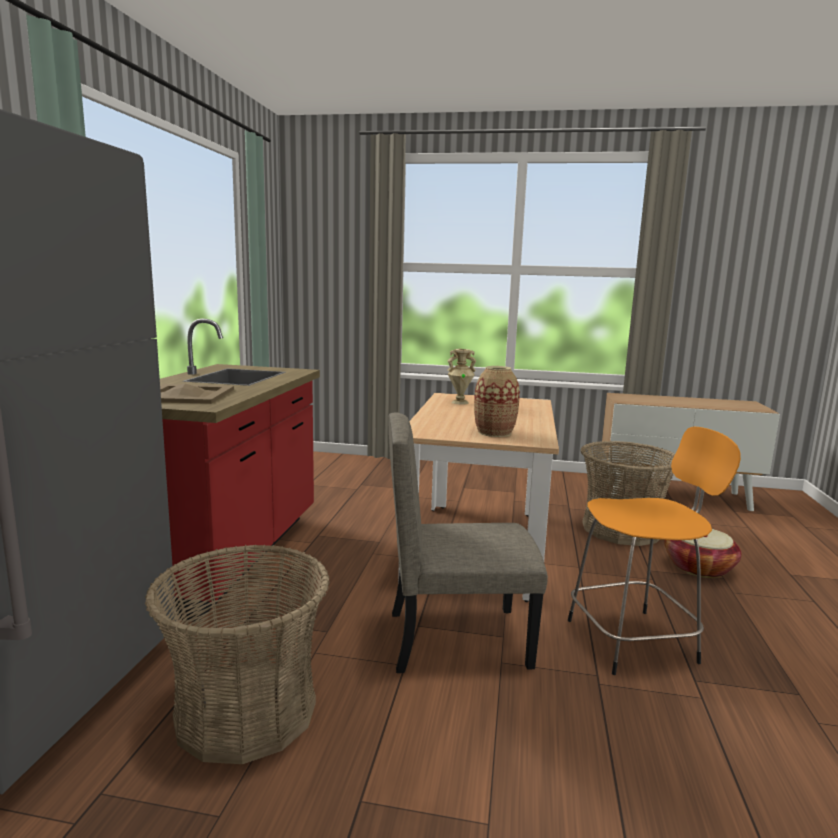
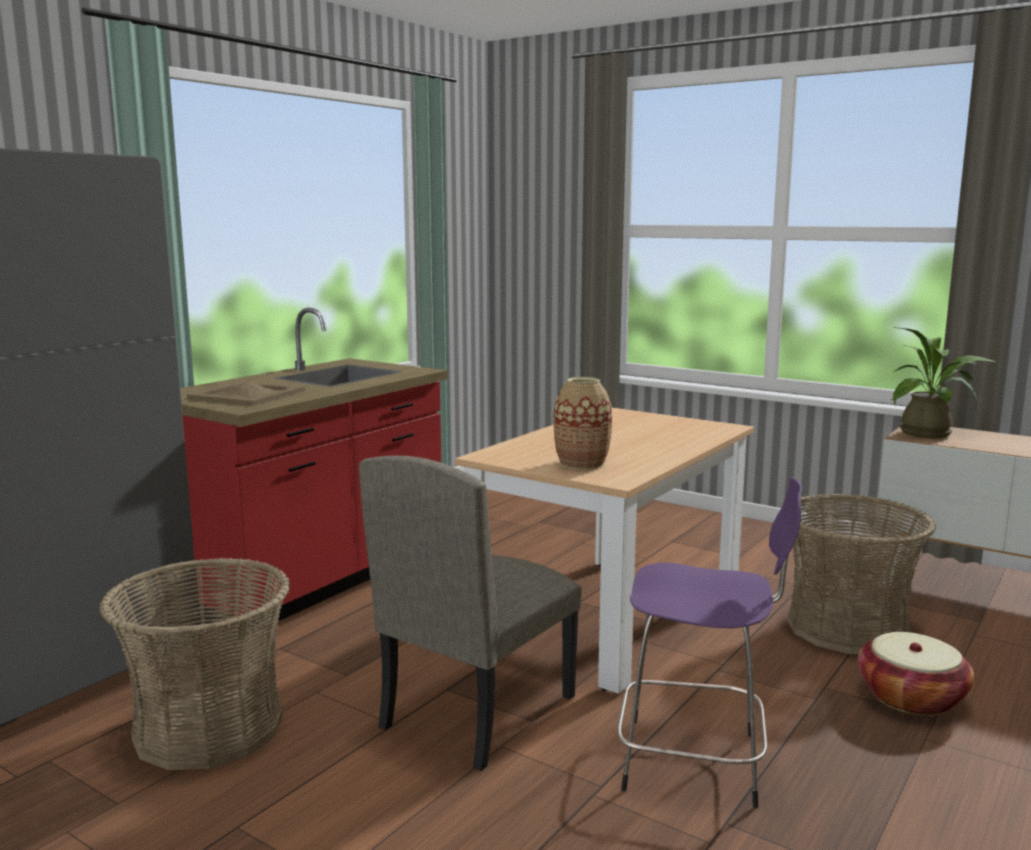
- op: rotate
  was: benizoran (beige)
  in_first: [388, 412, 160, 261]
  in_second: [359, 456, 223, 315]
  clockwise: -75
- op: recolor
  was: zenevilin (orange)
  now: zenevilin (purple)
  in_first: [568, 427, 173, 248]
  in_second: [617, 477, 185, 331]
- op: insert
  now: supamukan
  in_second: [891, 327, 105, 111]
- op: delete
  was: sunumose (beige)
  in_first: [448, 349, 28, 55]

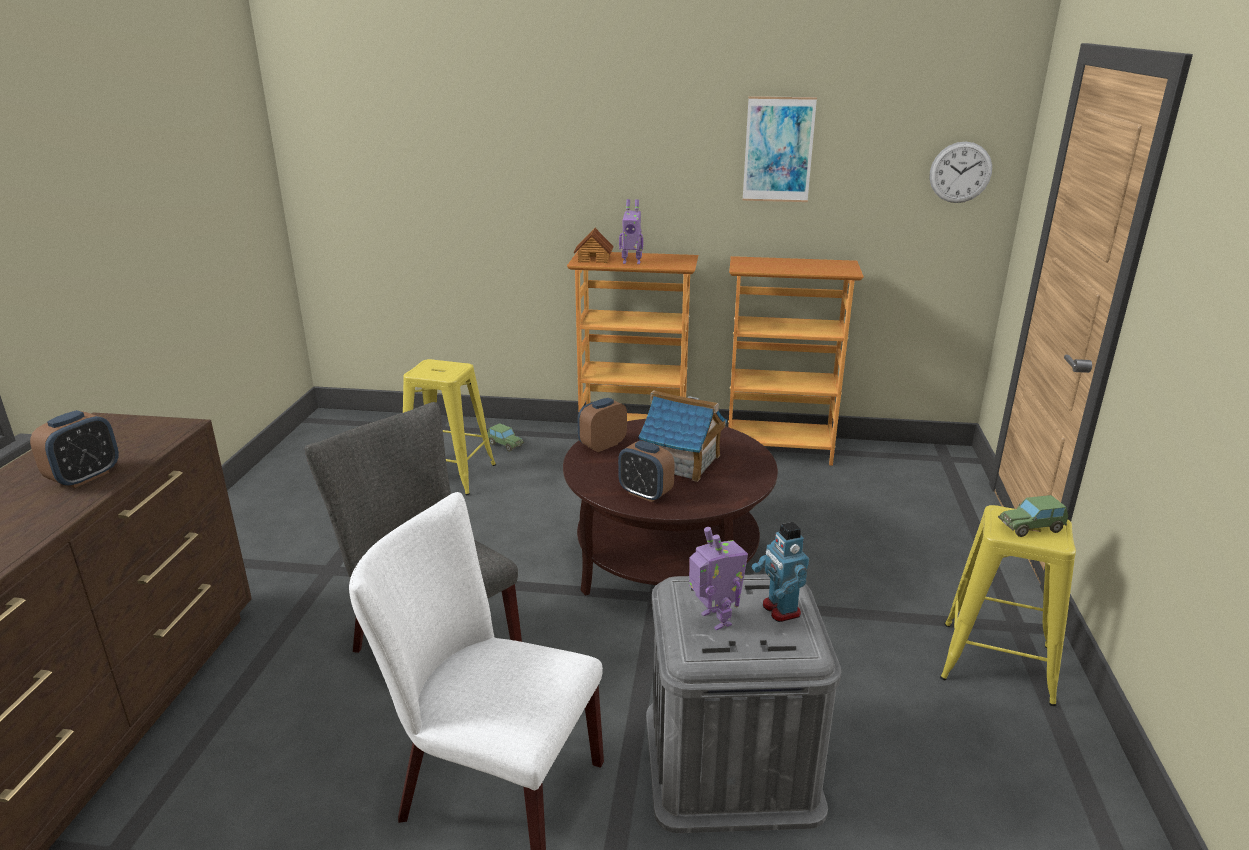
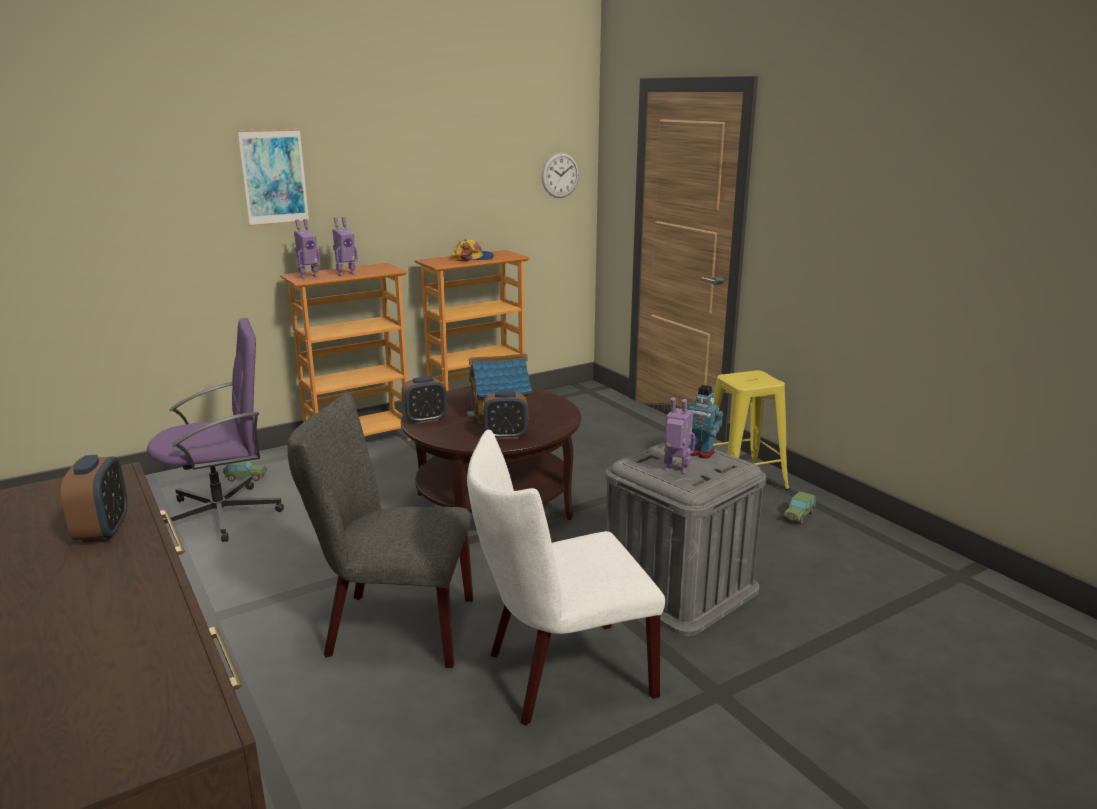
- op: replace
  was: zenevilin (yellow)
  now: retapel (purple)
  in_first: [403, 359, 93, 136]
  in_second: [147, 318, 137, 224]
- op: move
  was: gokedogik
  in_first: [743, 96, 74, 106]
  in_second: [238, 129, 71, 98]
- op: replace
  was: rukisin
  now: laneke
  in_first: [573, 228, 41, 35]
  in_second: [294, 219, 26, 60]
- op: rotate
  was: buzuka
  in_first: [578, 398, 49, 54]
  in_second: [401, 376, 46, 48]
  clockwise: -120
- op: insert
  now: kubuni
  in_second: [451, 239, 43, 22]
- op: move
  was: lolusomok
  in_first: [998, 495, 70, 42]
  in_second: [783, 491, 33, 34]

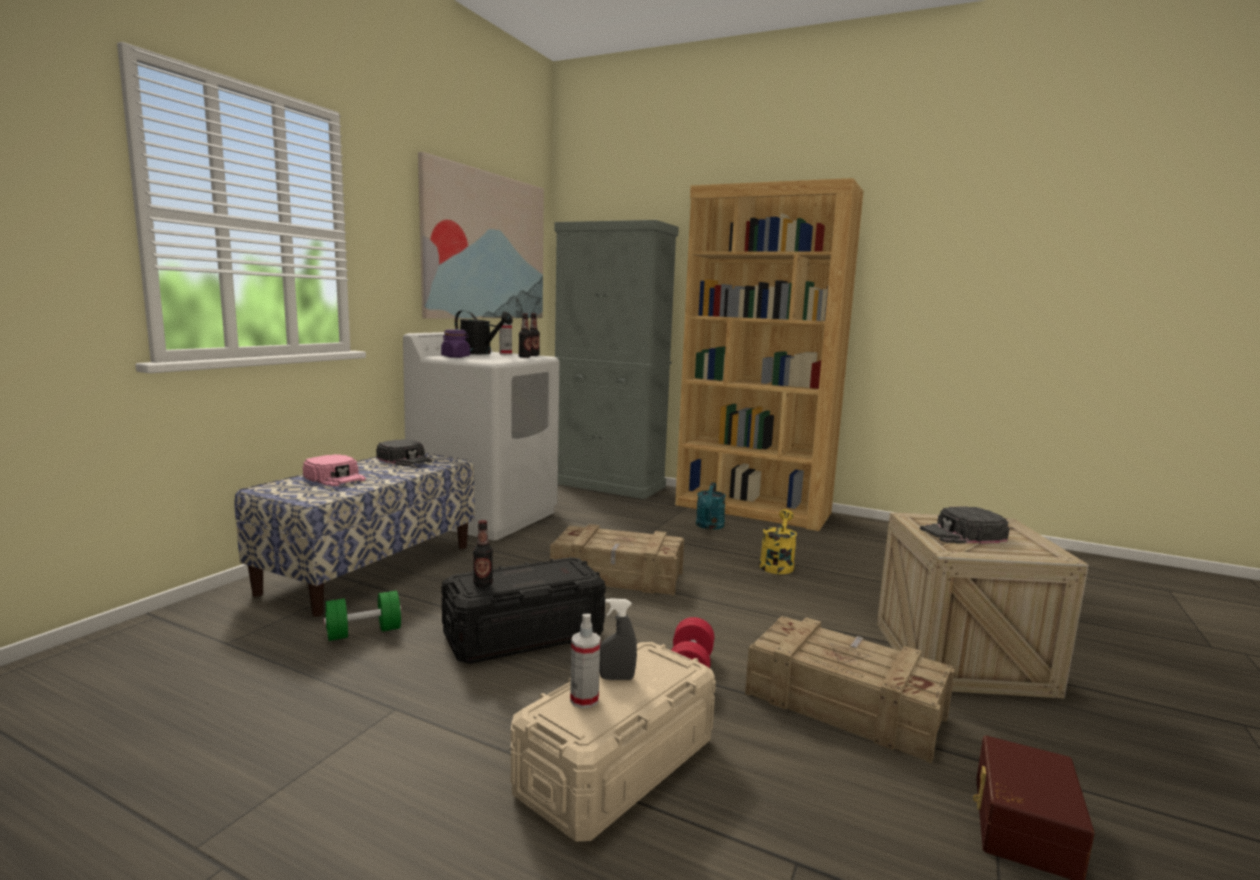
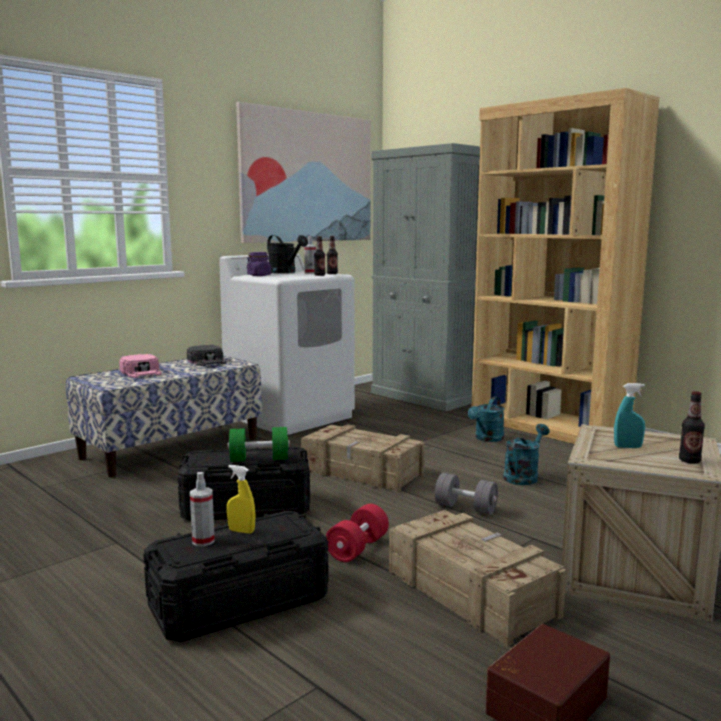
- op: recolor
  was: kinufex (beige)
  now: kinufex (black)
  in_first: [511, 642, 205, 200]
  in_second: [143, 511, 186, 131]
- op: recolor
  was: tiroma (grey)
  now: tiroma (yellow)
  in_first: [600, 598, 37, 82]
  in_second: [227, 465, 28, 69]
- op: move
  was: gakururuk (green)
  in_first: [324, 591, 78, 50]
  in_second: [228, 427, 62, 35]
- op: insert
  now: gakururuk (grey)
  in_second: [435, 473, 63, 42]
- op: recolor
  was: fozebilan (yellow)
  now: fozebilan (turquoise)
  in_first: [759, 509, 38, 65]
  in_second: [503, 424, 47, 61]
- op: replace
  was: kubuni (black)
  now: tiroma (turquoise)
  in_first: [920, 506, 89, 38]
  in_second: [614, 383, 31, 65]
- op: move
  was: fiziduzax
  in_first: [473, 520, 20, 67]
  in_second: [679, 391, 26, 73]

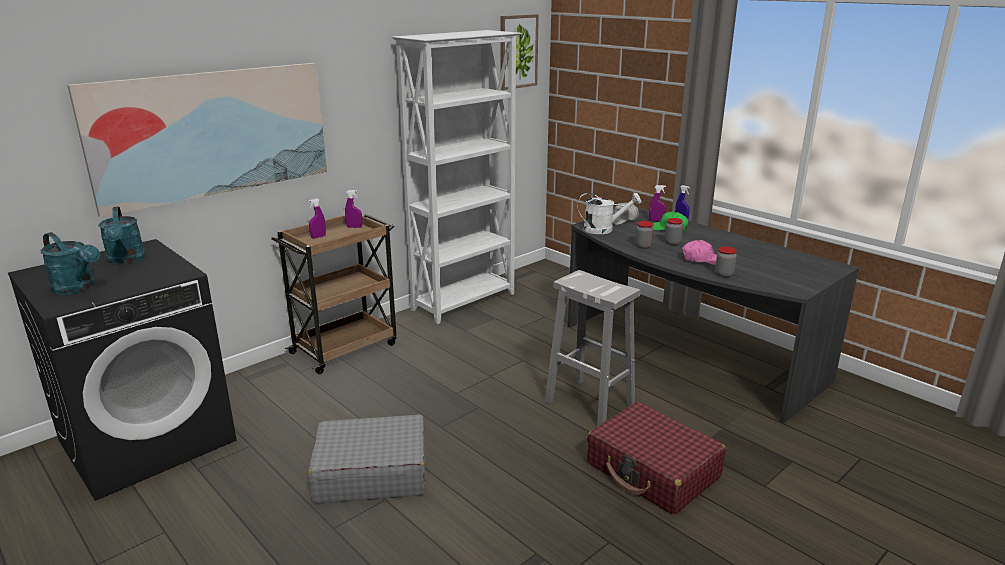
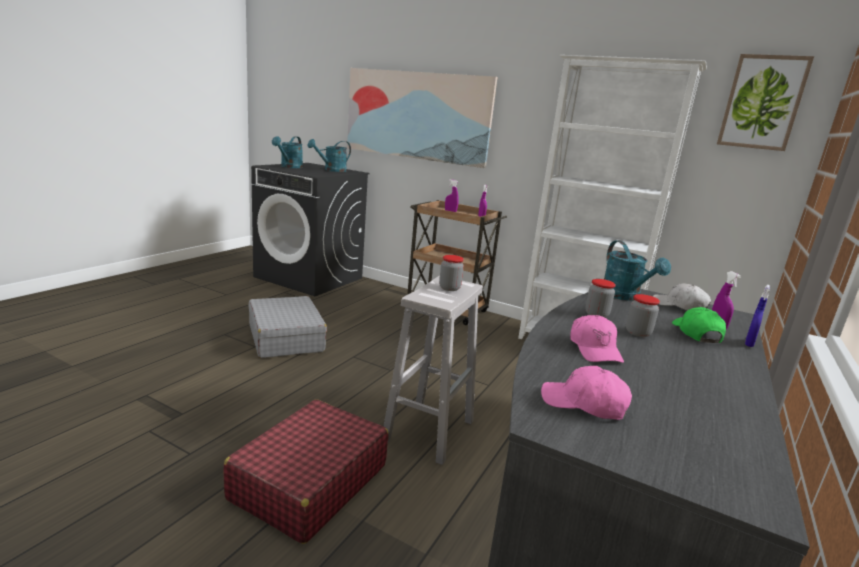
- op: move
  was: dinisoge
  in_first: [715, 247, 22, 30]
  in_second: [439, 255, 25, 36]
- op: insert
  now: kubuni (pink)
  in_second: [541, 366, 91, 54]
- op: recolor
  was: fozebilan (white)
  now: fozebilan (turquoise)
  in_first: [577, 193, 64, 41]
  in_second: [604, 241, 67, 60]

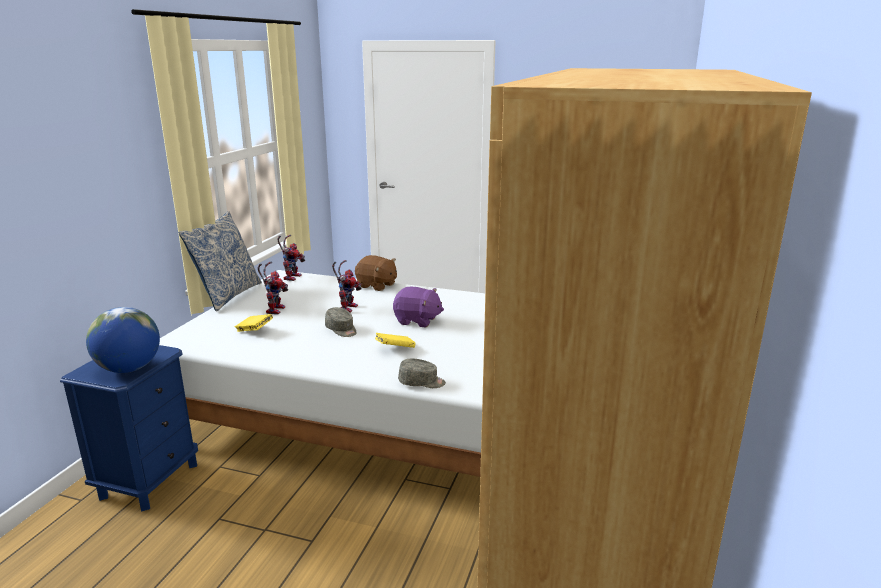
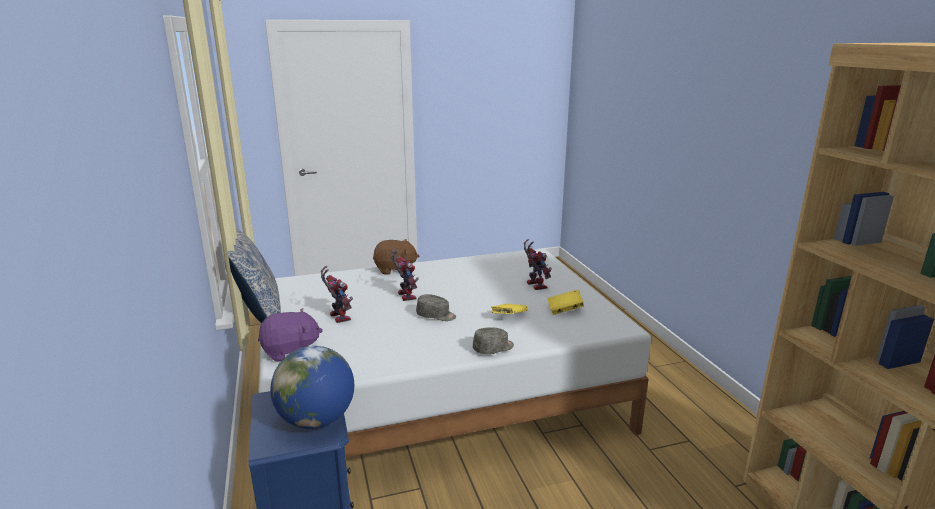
- op: move
  was: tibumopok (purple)
  in_first: [393, 287, 51, 40]
  in_second: [258, 308, 65, 54]
- op: move
  was: kubuni (grey)
  in_first: [398, 359, 48, 29]
  in_second: [473, 327, 41, 28]
- op: move
  was: laneke
  in_first: [277, 235, 28, 46]
  in_second: [524, 239, 28, 51]
- op: move
  was: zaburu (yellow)
  in_first: [235, 314, 38, 18]
  in_second: [547, 289, 37, 26]

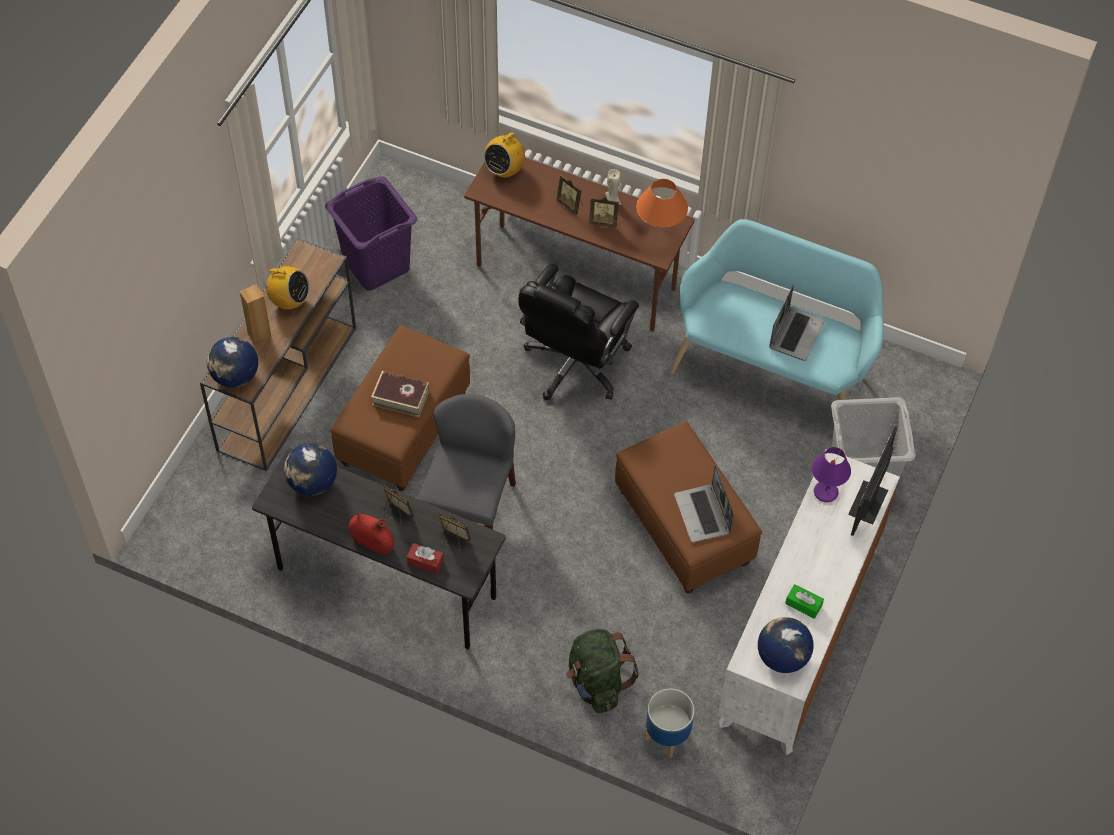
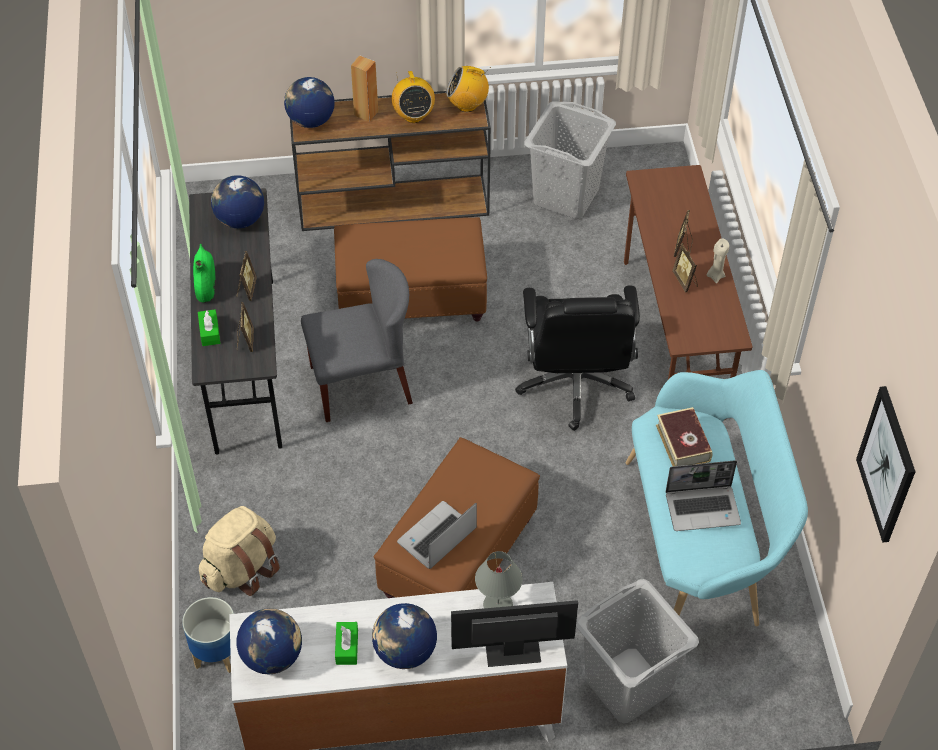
- op: recolor
  was: sunumose (red)
  now: sunumose (green)
  in_first: [349, 512, 45, 42]
  in_second: [193, 244, 22, 59]
- op: recolor
  was: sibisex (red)
  now: sibisex (green)
  in_first: [407, 543, 37, 31]
  in_second: [198, 309, 22, 37]
- op: recolor
  was: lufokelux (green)
  now: lufokelux (beige)
  in_first: [566, 629, 74, 84]
  in_second: [199, 506, 81, 90]
- op: insert
  now: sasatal
  in_second: [372, 603, 65, 66]
- op: move
  was: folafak
  in_first: [484, 129, 41, 49]
  in_second: [446, 66, 45, 46]
- op: recolor
  was: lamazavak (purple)
  now: lamazavak (grey)
  in_first: [812, 447, 39, 55]
  in_second: [475, 551, 48, 57]
- op: rotate
  was: retapel (black)
  in_first: [519, 264, 120, 136]
  in_second: [515, 285, 125, 146]
  clockwise: -90
- op: recolor
  was: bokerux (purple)
  now: bokerux (grey)
  in_first: [325, 176, 92, 115]
  in_second: [524, 101, 92, 118]
- op: move
  was: zaburu
  in_first: [371, 371, 59, 46]
  in_second: [656, 407, 56, 59]
- op: insert
  now: gokedogik
  in_second: [856, 386, 60, 157]
- op: delete
  was: lamazavak (orange)
  in_first: [636, 179, 52, 61]

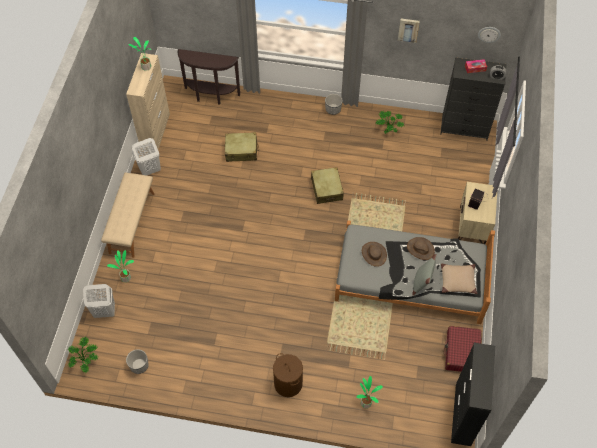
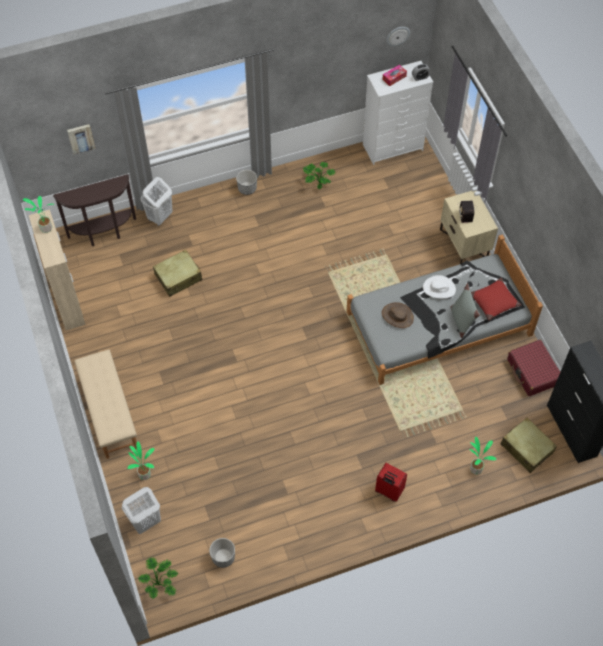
- op: move
  was: gokedogik
  in_first: [398, 19, 22, 24]
  in_second: [67, 124, 28, 31]
- op: move
  was: bokerux (white)
  in_first: [132, 138, 29, 38]
  in_second: [141, 177, 32, 49]
- op: recolor
  was: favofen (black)
  now: favofen (white)
  in_first: [440, 57, 67, 84]
  in_second: [363, 61, 70, 104]
- op: replace
  was: bokerux (brown)
  now: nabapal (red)
  in_first: [273, 353, 30, 44]
  in_second: [375, 463, 32, 39]
- op: recolor
  was: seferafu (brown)
  now: seferafu (white)
  in_first: [407, 237, 28, 23]
  in_second: [423, 275, 33, 24]
- op: recolor
  was: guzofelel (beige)
  now: guzofelel (red)
  in_first: [441, 264, 36, 30]
  in_second: [471, 278, 51, 43]
- op: move
  was: nabapal (beige)
  in_first: [311, 167, 33, 37]
  in_second: [501, 417, 56, 56]

